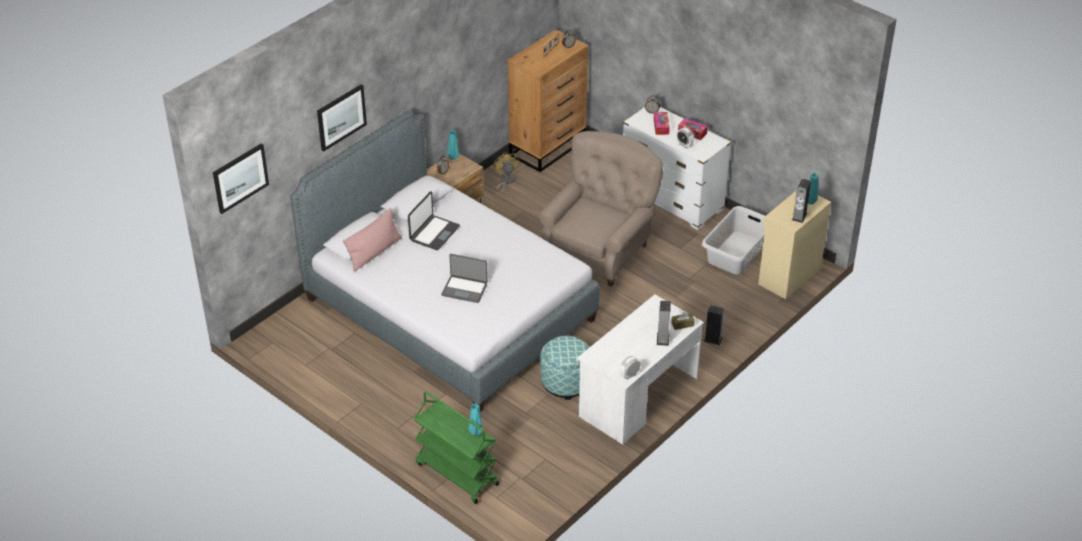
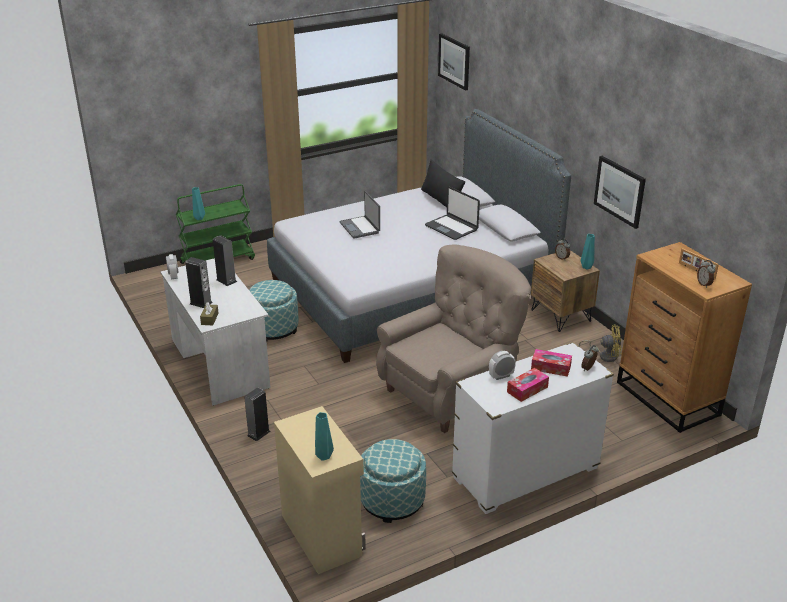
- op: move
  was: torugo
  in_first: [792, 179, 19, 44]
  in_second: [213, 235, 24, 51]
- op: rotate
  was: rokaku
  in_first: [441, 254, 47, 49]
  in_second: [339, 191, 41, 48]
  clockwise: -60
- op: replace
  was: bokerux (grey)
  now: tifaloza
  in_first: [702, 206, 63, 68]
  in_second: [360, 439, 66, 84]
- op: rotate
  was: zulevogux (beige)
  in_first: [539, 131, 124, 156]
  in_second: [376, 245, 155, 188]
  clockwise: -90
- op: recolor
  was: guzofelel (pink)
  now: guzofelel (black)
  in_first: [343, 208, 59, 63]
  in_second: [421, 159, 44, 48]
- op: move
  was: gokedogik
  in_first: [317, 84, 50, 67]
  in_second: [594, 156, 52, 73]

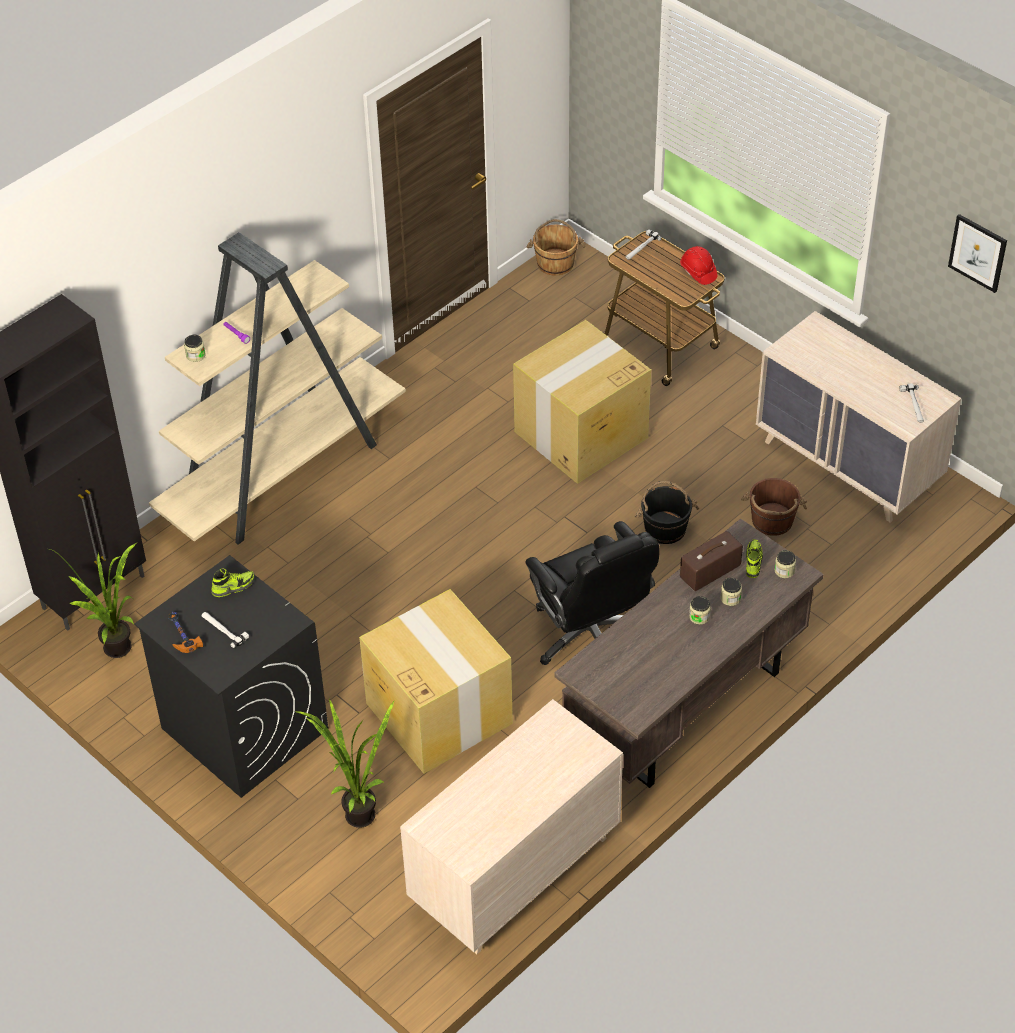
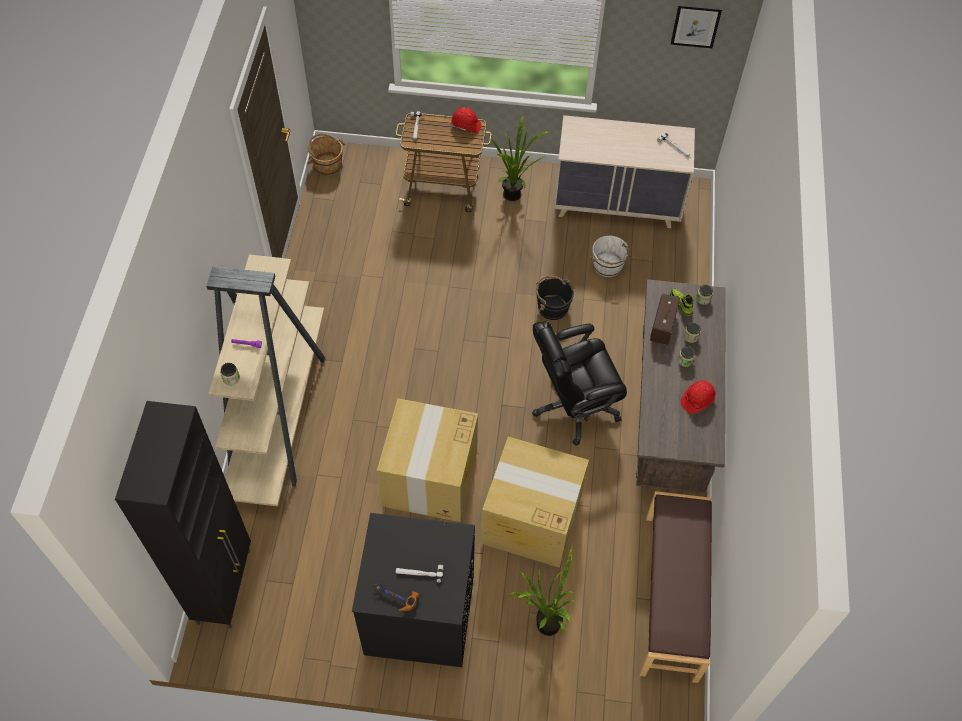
- op: move
  was: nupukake
  in_first: [513, 320, 138, 164]
  in_second: [377, 398, 101, 124]
- op: move
  was: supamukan
  in_first: [50, 542, 88, 116]
  in_second: [489, 115, 62, 86]
- op: rotate
  was: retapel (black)
  in_first: [525, 521, 134, 144]
  in_second: [532, 321, 95, 125]
  clockwise: 135
- op: recolor
  was: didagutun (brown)
  now: didagutun (white)
  in_first: [741, 478, 66, 58]
  in_second: [589, 236, 41, 41]
- op: replace
  was: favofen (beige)
  now: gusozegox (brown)
  in_first: [400, 699, 223, 255]
  in_second: [639, 491, 73, 192]
- op: insert
  now: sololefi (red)
  in_second: [681, 380, 35, 34]
- op: delete
  was: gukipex
  in_first: [211, 568, 44, 29]

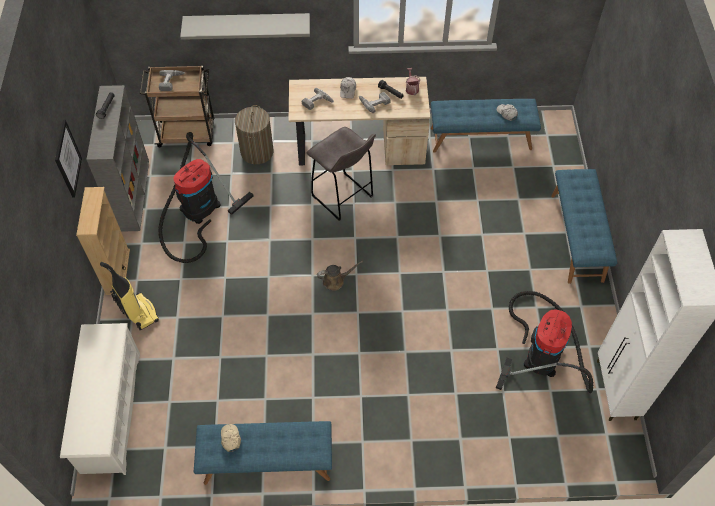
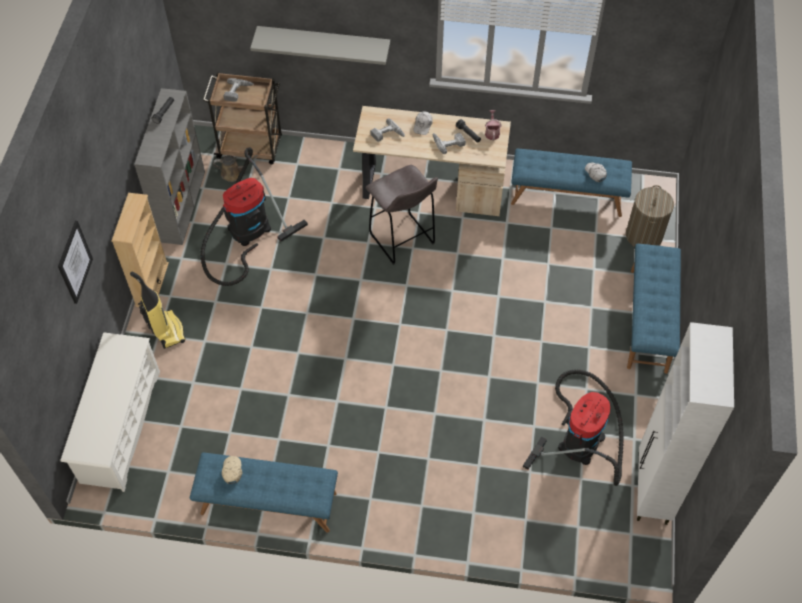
- op: move
  was: gokedogik
  in_first: [55, 120, 27, 78]
  in_second: [58, 221, 35, 83]
- op: move
  was: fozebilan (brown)
  in_first: [317, 261, 46, 30]
  in_second: [213, 155, 45, 27]
- op: move
  was: bokerux
  in_first: [235, 105, 38, 59]
  in_second: [626, 185, 48, 62]

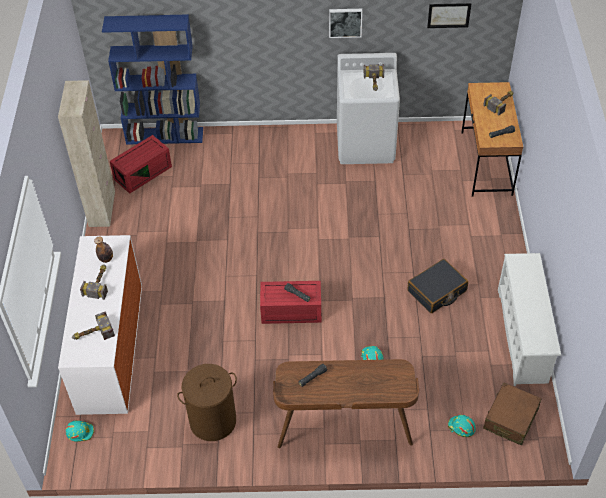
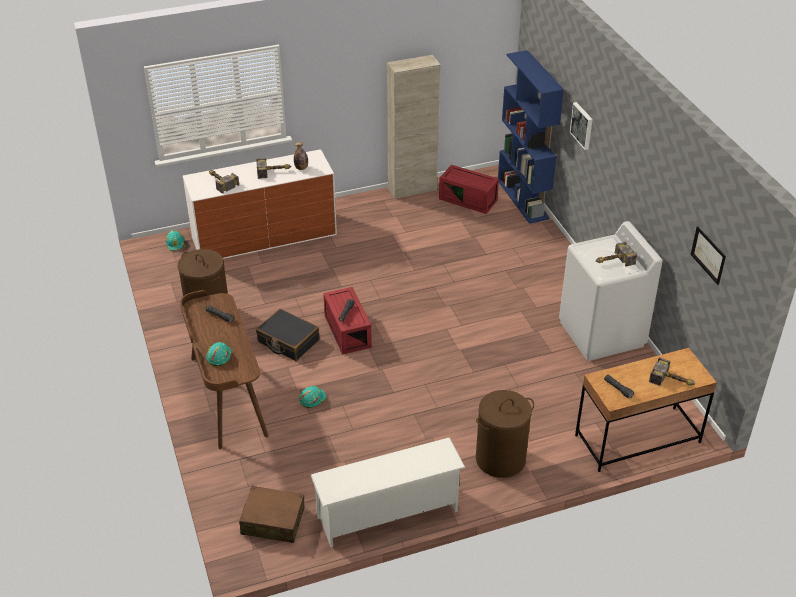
- op: move
  was: sololefi (turquoise)
  in_first: [448, 415, 28, 22]
  in_second: [206, 342, 26, 24]
- op: move
  was: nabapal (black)
  in_first: [407, 259, 61, 54]
  in_second: [256, 309, 63, 52]
- op: insert
  now: bokerux (brown)
  in_second: [476, 390, 58, 88]
- op: move
  was: gokedogik
  in_first: [329, 9, 33, 29]
  in_second: [570, 102, 23, 48]

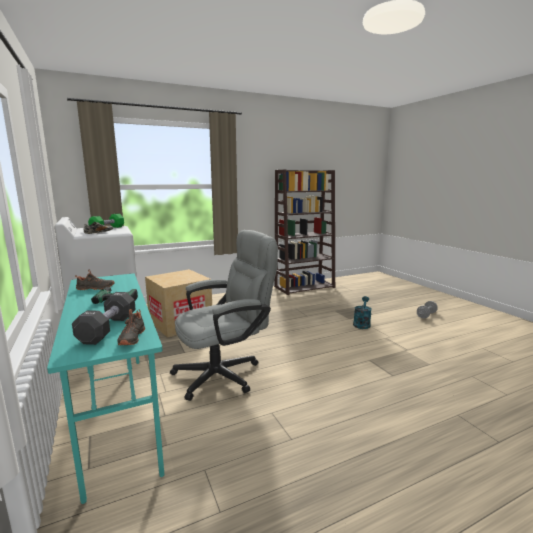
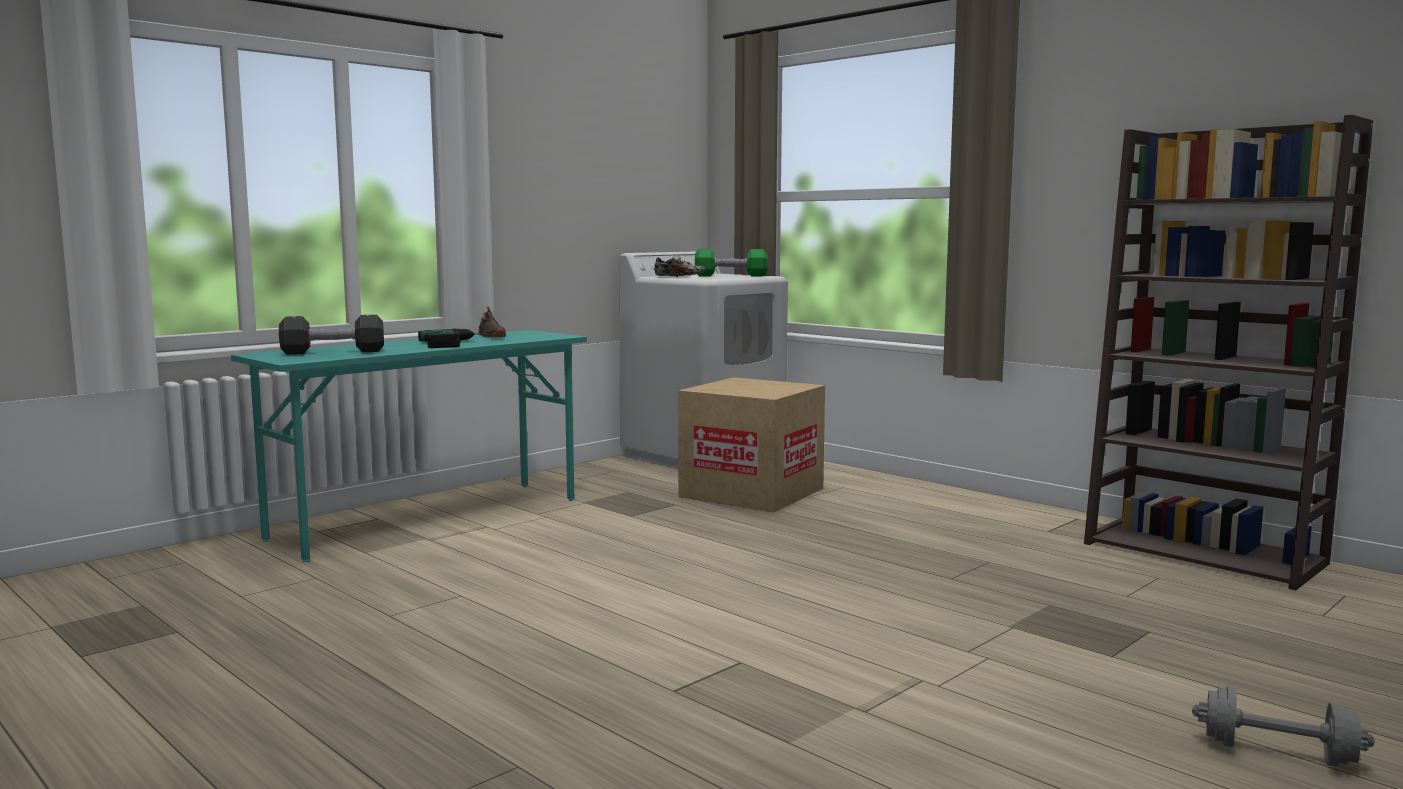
- op: delete
  was: gukipex (black)
  in_first: [117, 309, 28, 36]
- op: delete
  was: retapel (grey)
  in_first: [170, 230, 108, 171]
- op: delete
  was: fozebilan (turquoise)
  in_first: [353, 296, 19, 33]

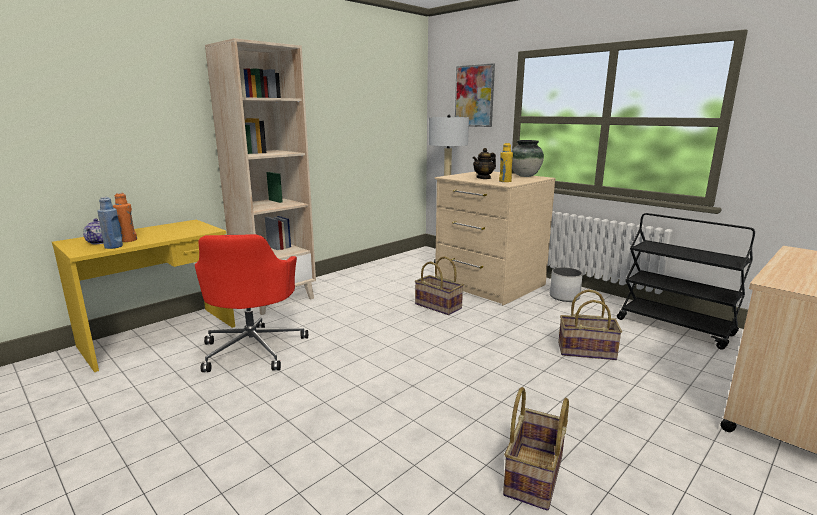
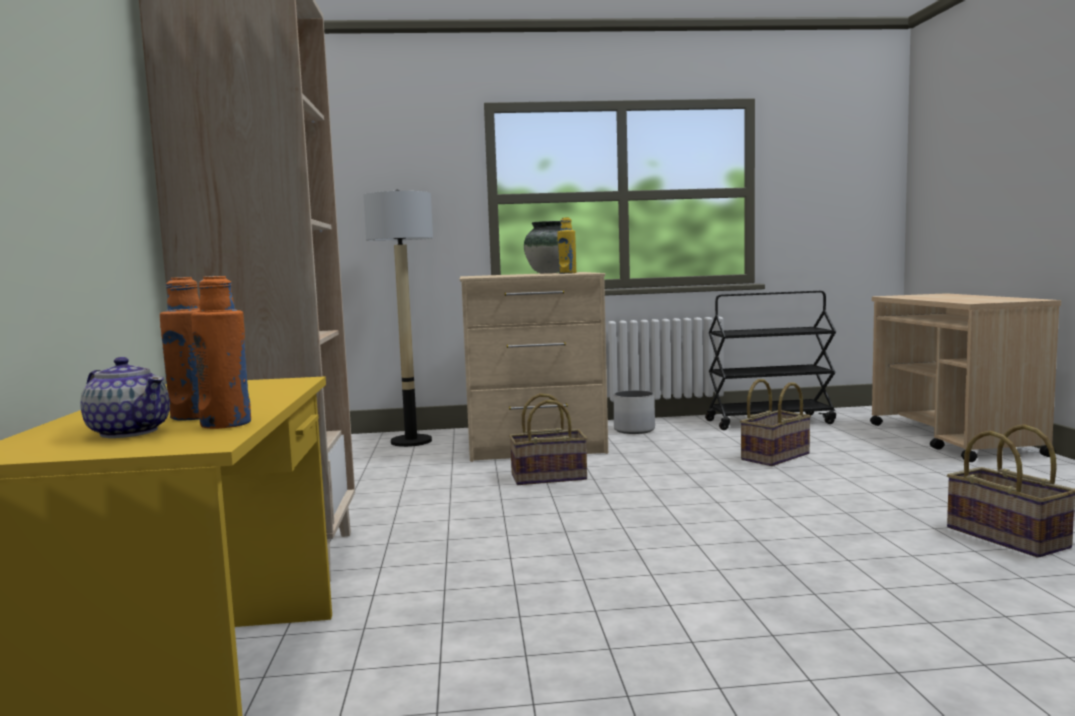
- op: recolor
  was: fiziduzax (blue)
  now: fiziduzax (orange)
  in_first: [97, 197, 26, 52]
  in_second: [191, 276, 60, 153]
- op: delete
  was: retapel (red)
  in_first: [195, 234, 113, 138]
- op: delete
  was: gokedogik
  in_first: [455, 63, 40, 64]
- op: delete
  was: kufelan
  in_first: [473, 148, 23, 31]

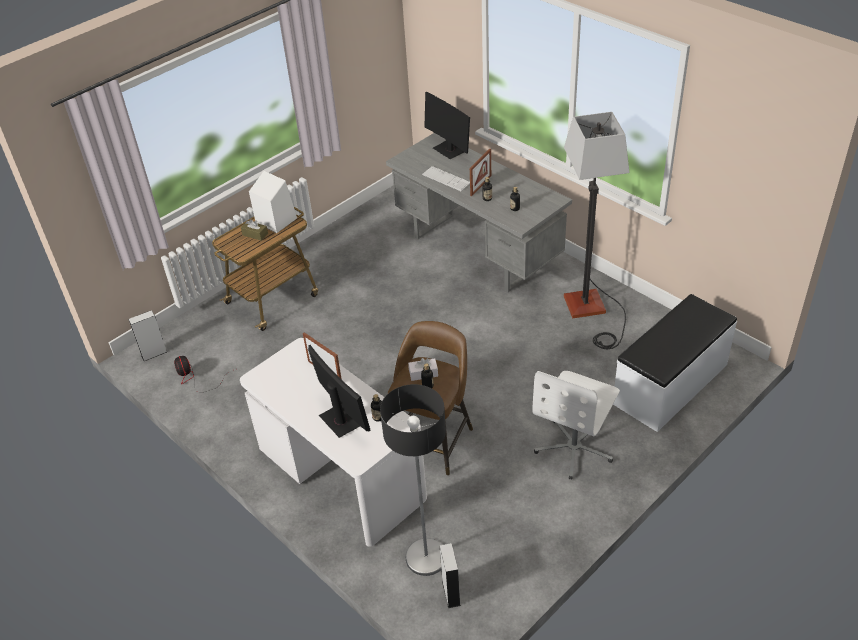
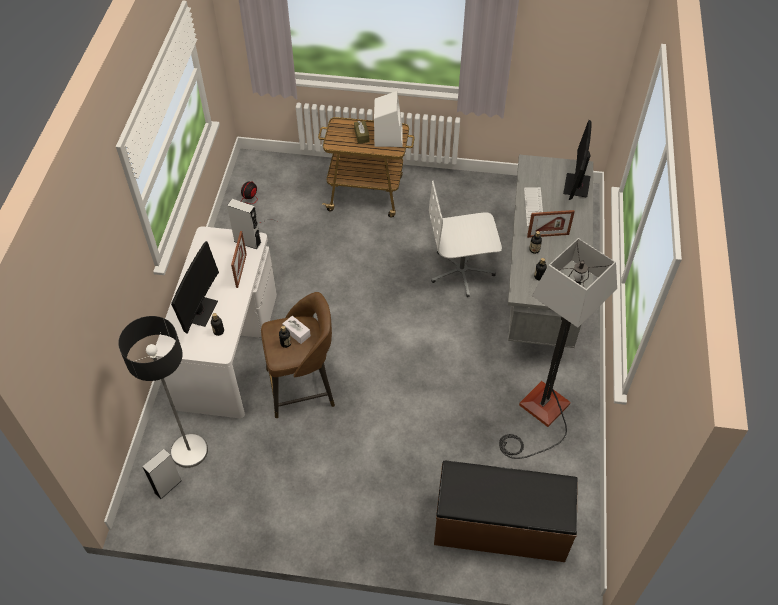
- op: move
  was: torugo (grey)
  in_first: [128, 310, 39, 51]
  in_second: [227, 199, 34, 50]
- op: move
  was: retapel (white)
  in_first: [532, 371, 88, 109]
  in_second: [429, 181, 73, 116]
- op: recolor
  was: gusozegox (white)
  now: gusozegox (brown)
  in_first: [613, 294, 124, 138]
  in_second: [434, 461, 144, 101]

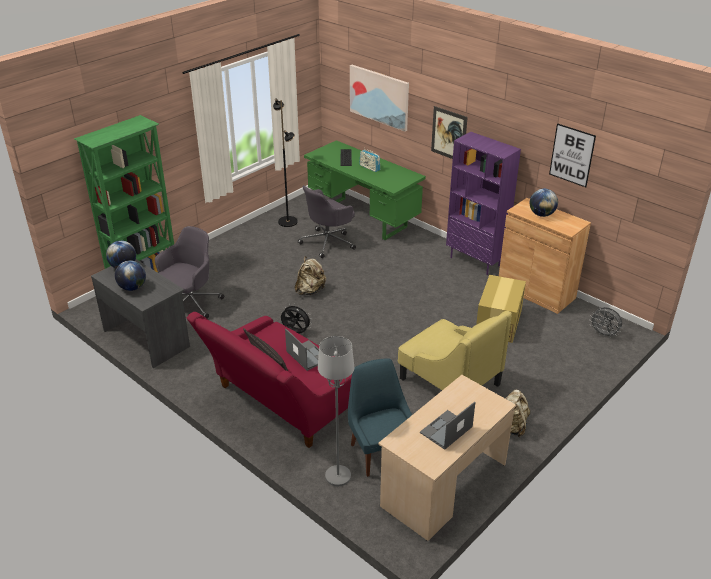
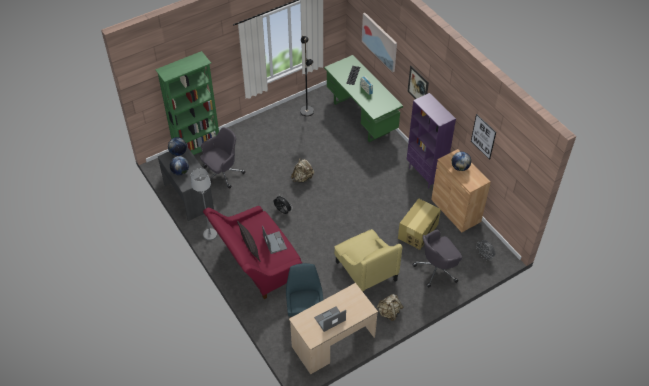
- op: move
  was: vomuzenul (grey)
  in_first: [318, 336, 37, 150]
  in_second: [191, 168, 26, 72]
- op: move
  was: retapel (grey)
  in_first: [298, 185, 58, 73]
  in_second: [412, 230, 50, 58]

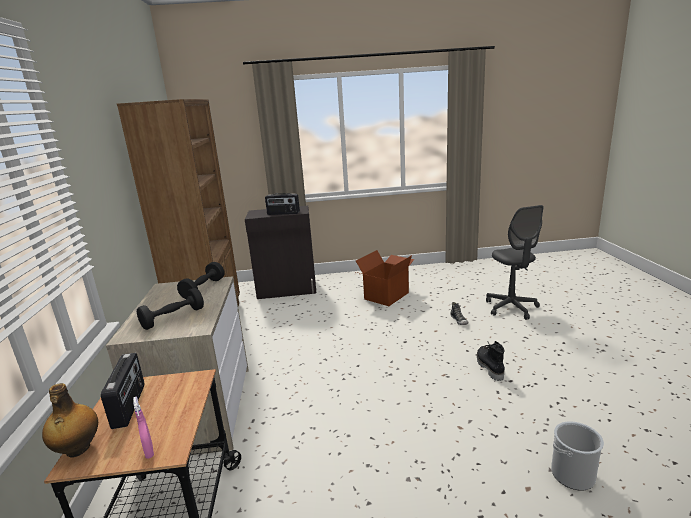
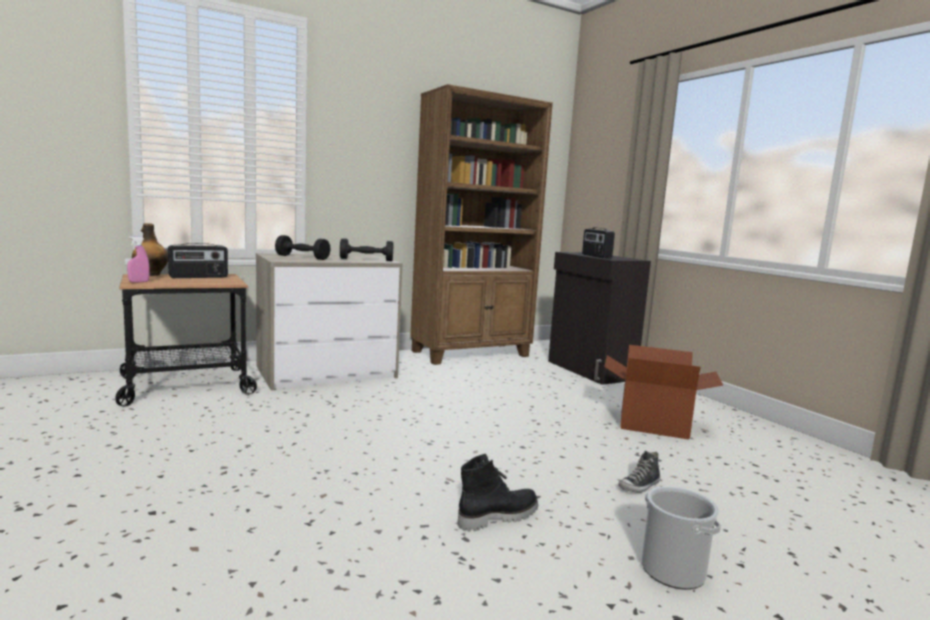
- op: move
  was: didagutun
  in_first: [551, 421, 53, 70]
  in_second: [641, 486, 80, 104]
- op: delete
  was: retapel (grey)
  in_first: [486, 205, 58, 115]

